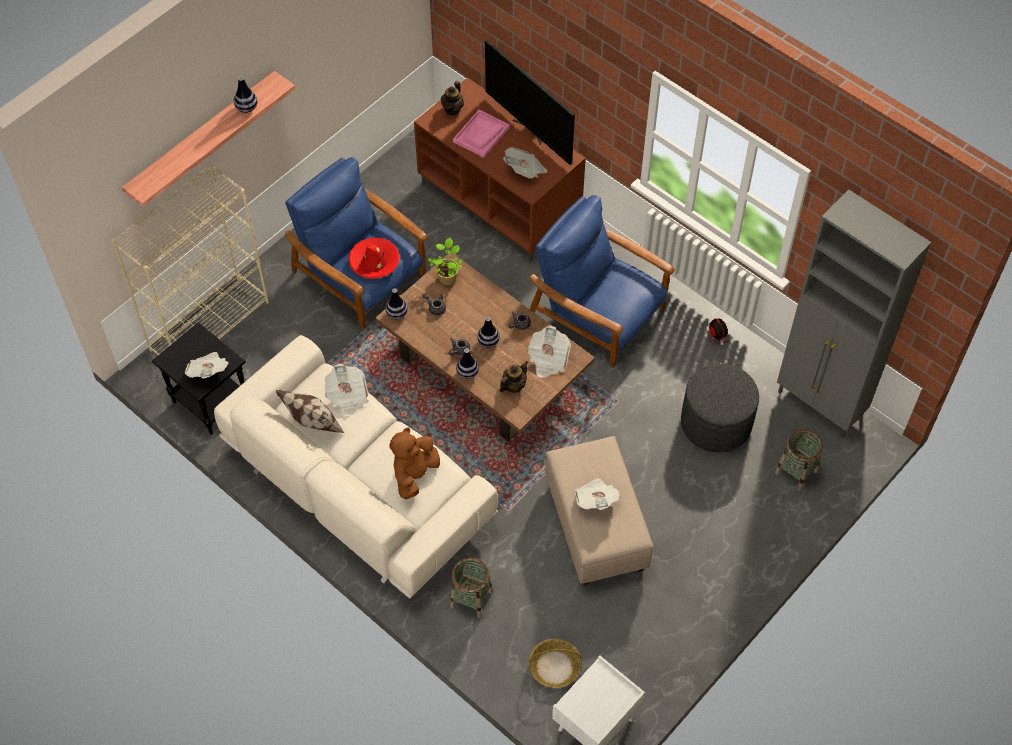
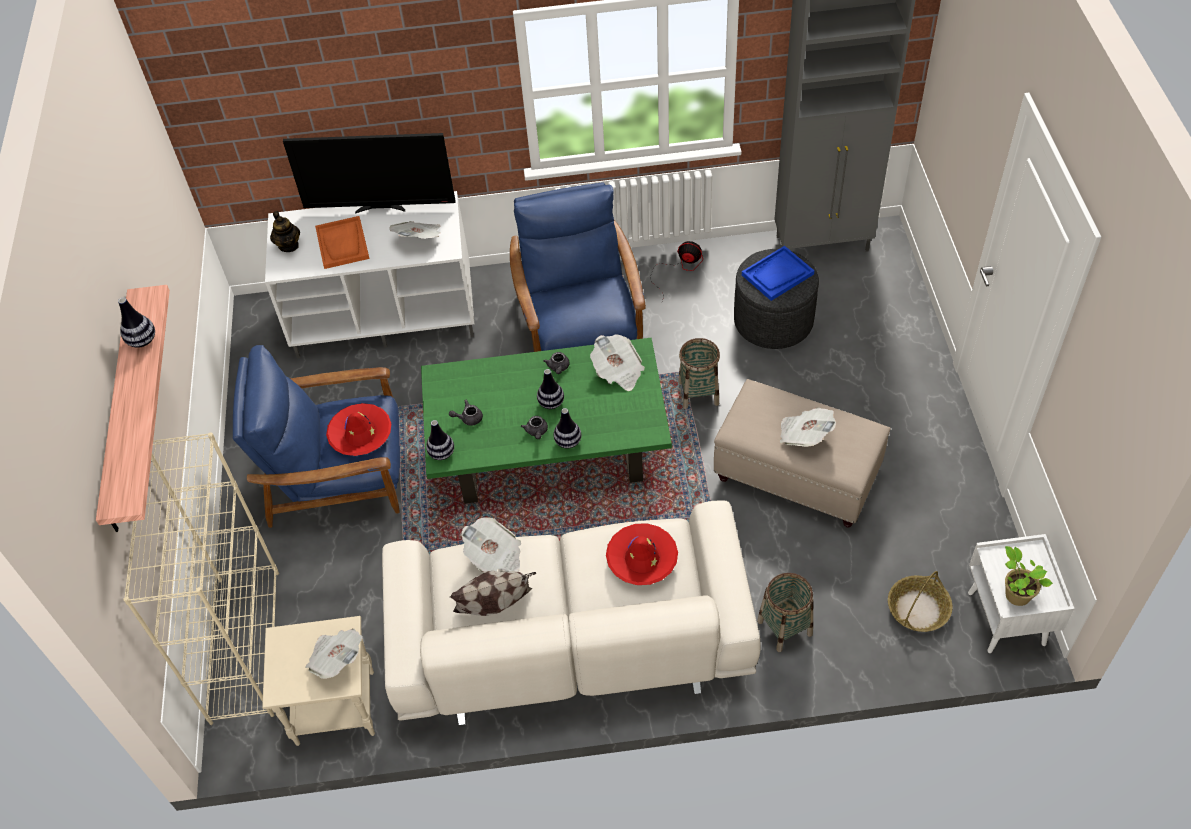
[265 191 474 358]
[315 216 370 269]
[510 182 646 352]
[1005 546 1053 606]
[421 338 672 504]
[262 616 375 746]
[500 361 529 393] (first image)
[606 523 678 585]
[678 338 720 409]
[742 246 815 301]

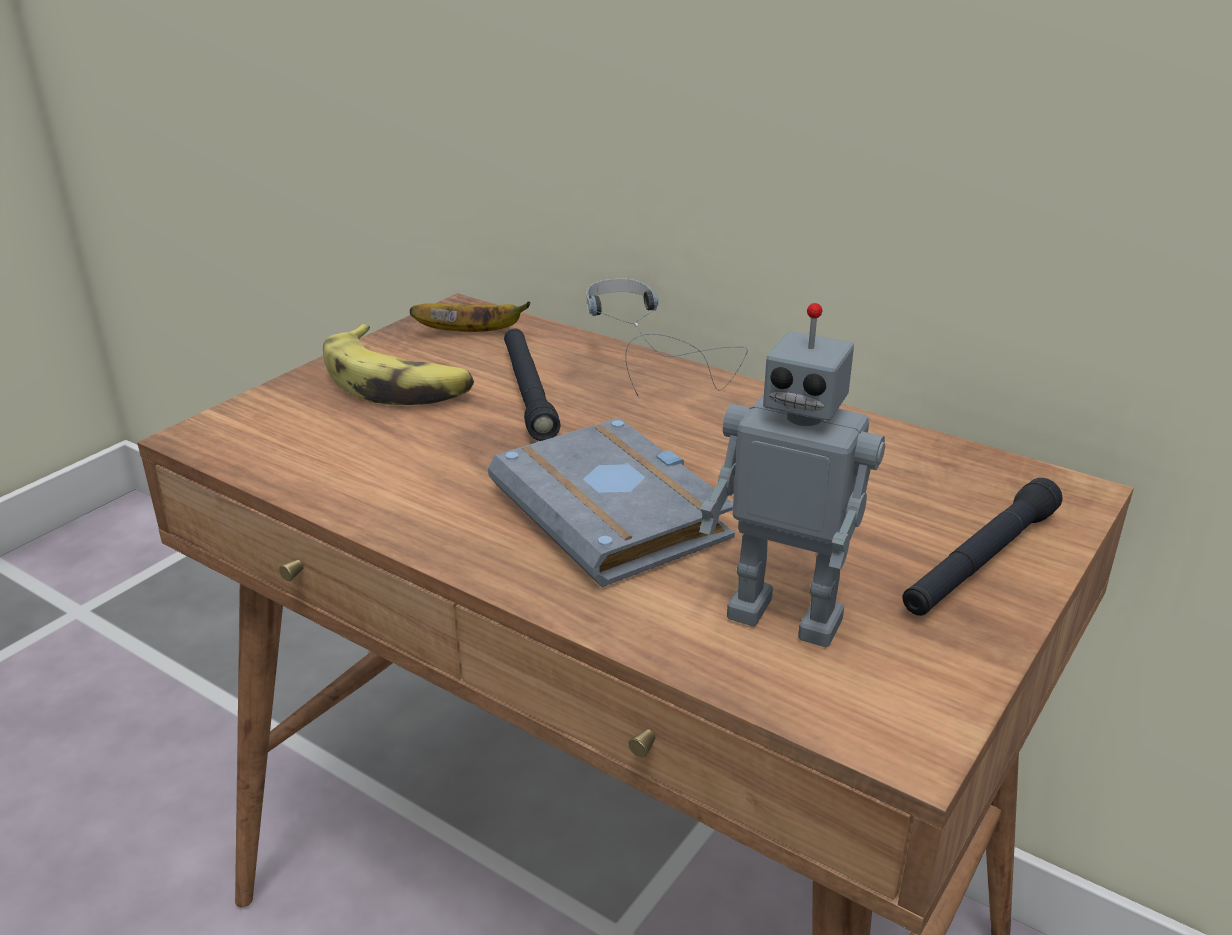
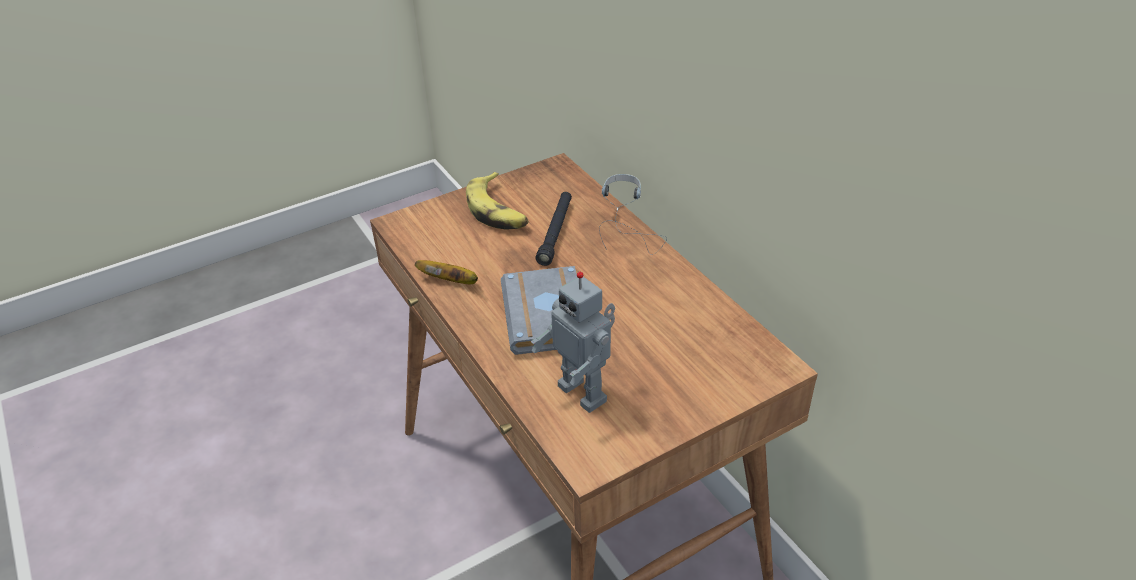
[415 260 478 284]
[903 478 1063 616] (first image)

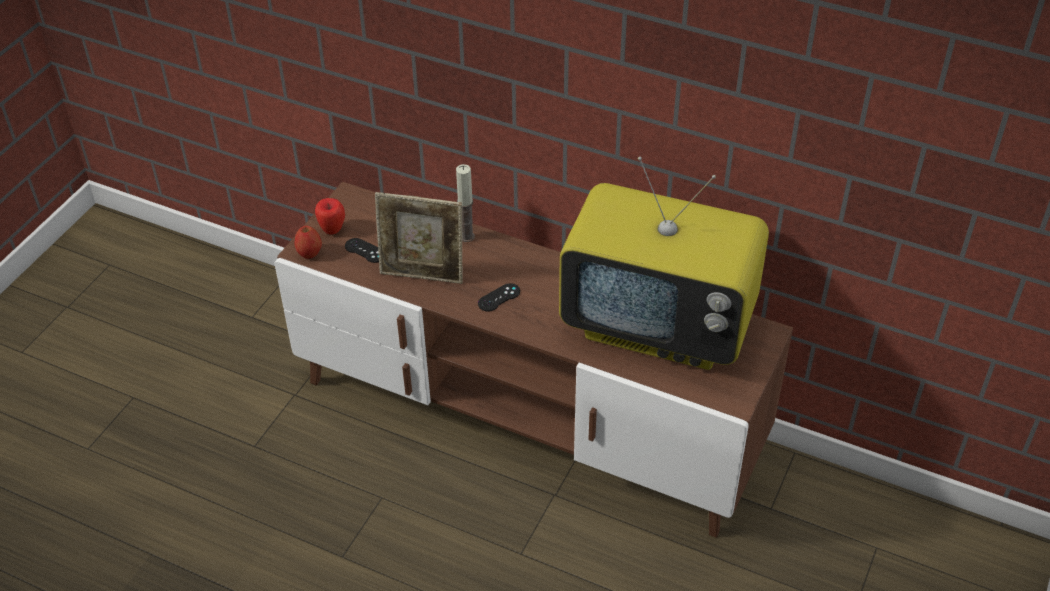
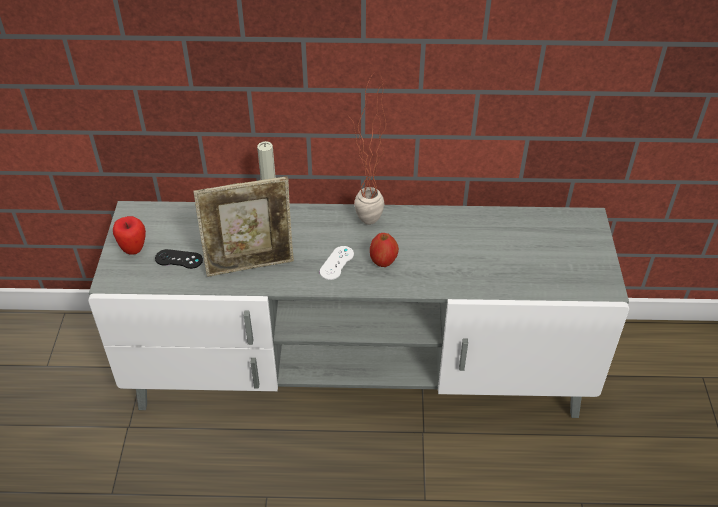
[559 157 769 370] (first image)
[88 201 629 418]
[370 233 399 267]
[320 246 354 280]
[348 73 386 225]

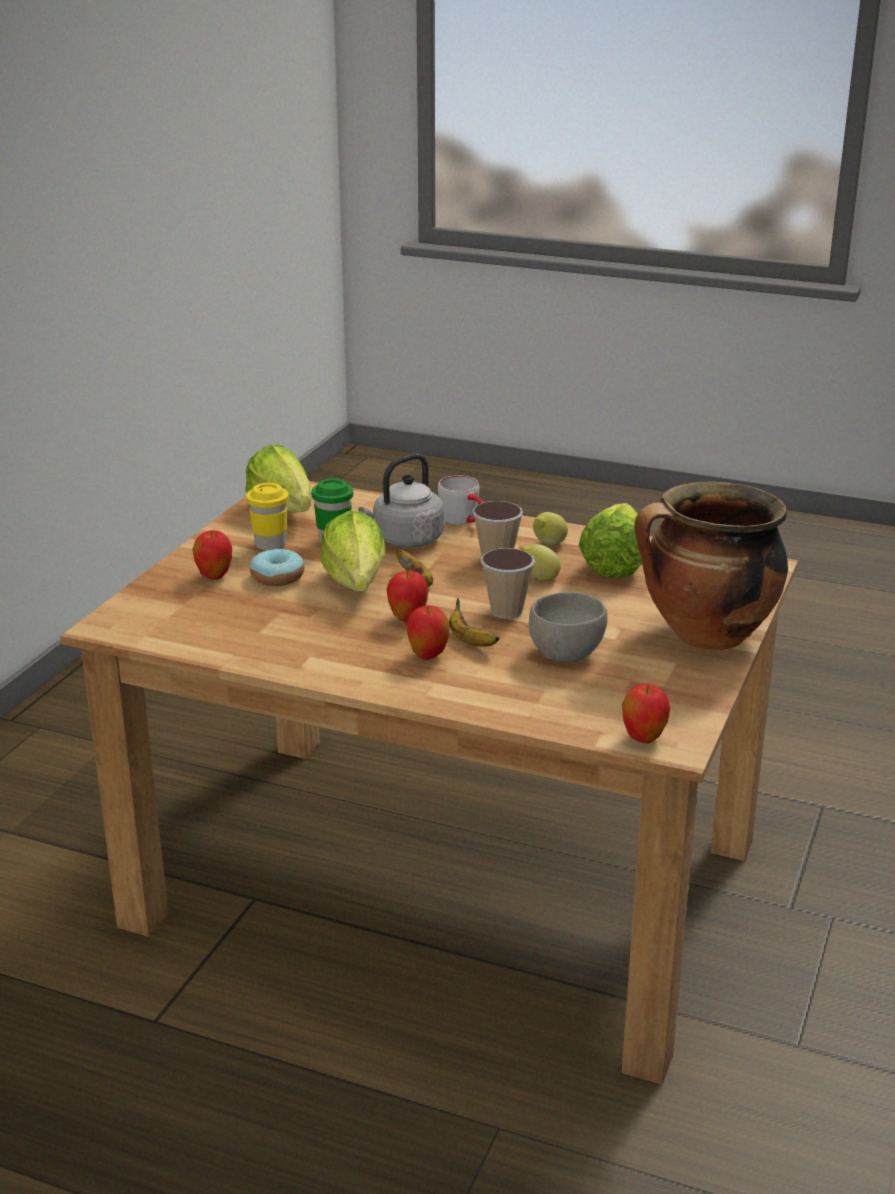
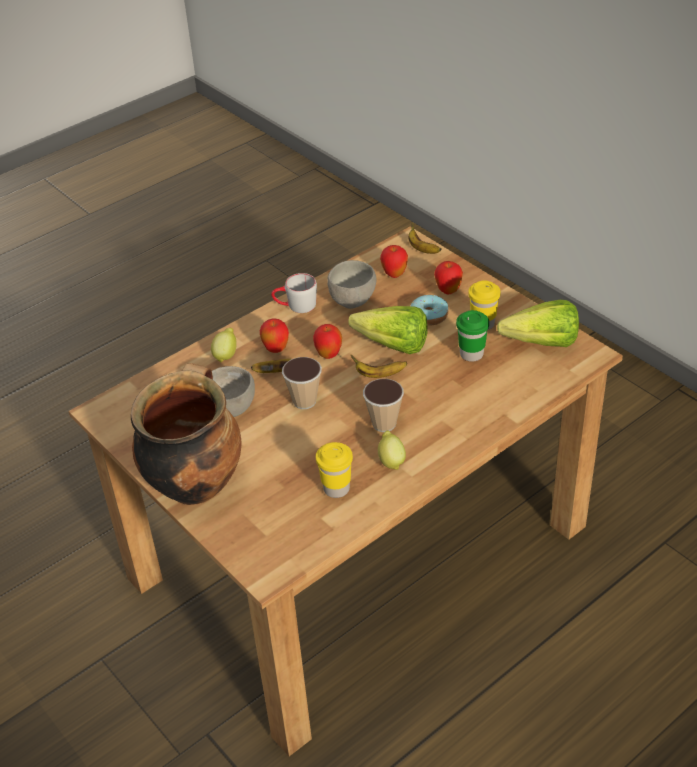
[358 453 445 548] (first image)
[271 273 317 313]
[316 442 353 498]
[211 328 237 363]
[380 245 408 278]
[408 222 442 254]
[327 260 376 309]

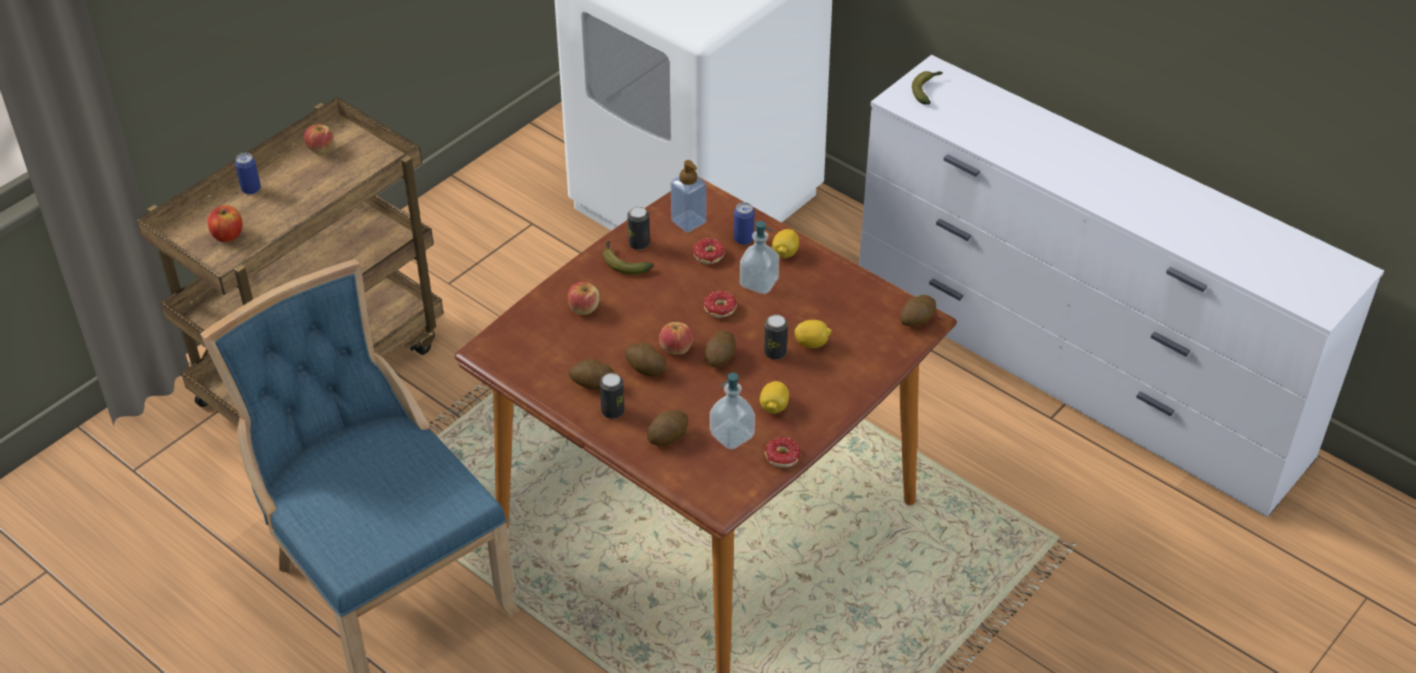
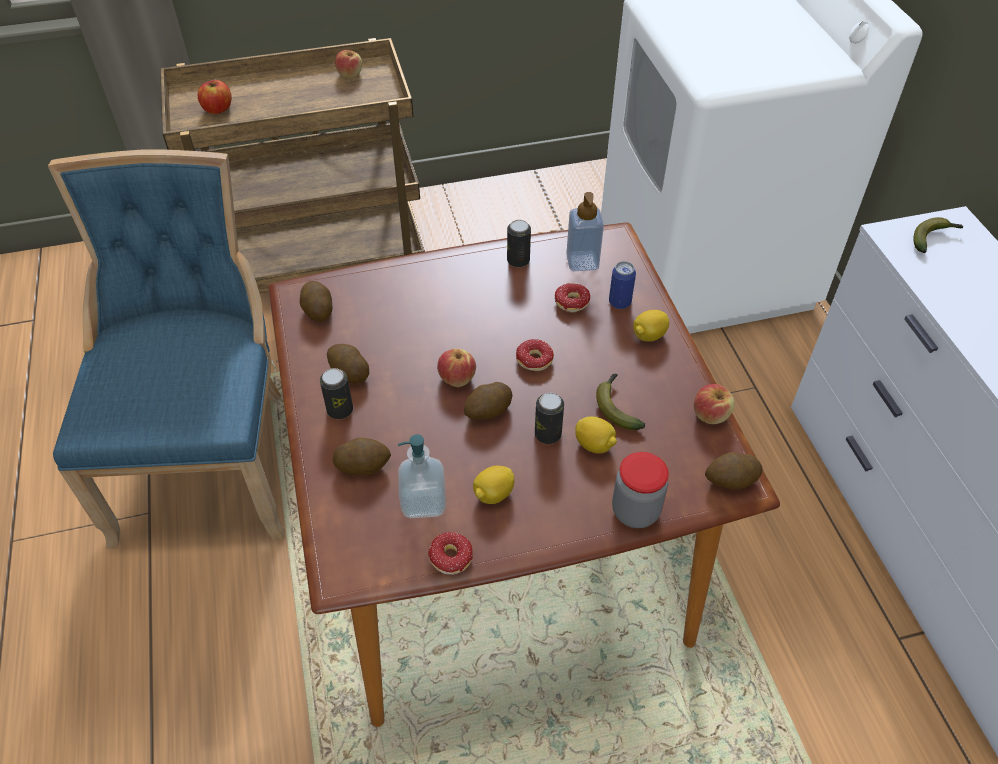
[235 153 261 195] (first image)
[740 221 780 294] (first image)
[596 374 645 430]
[694 384 735 424]
[300 281 332 322]
[612 452 669 528]

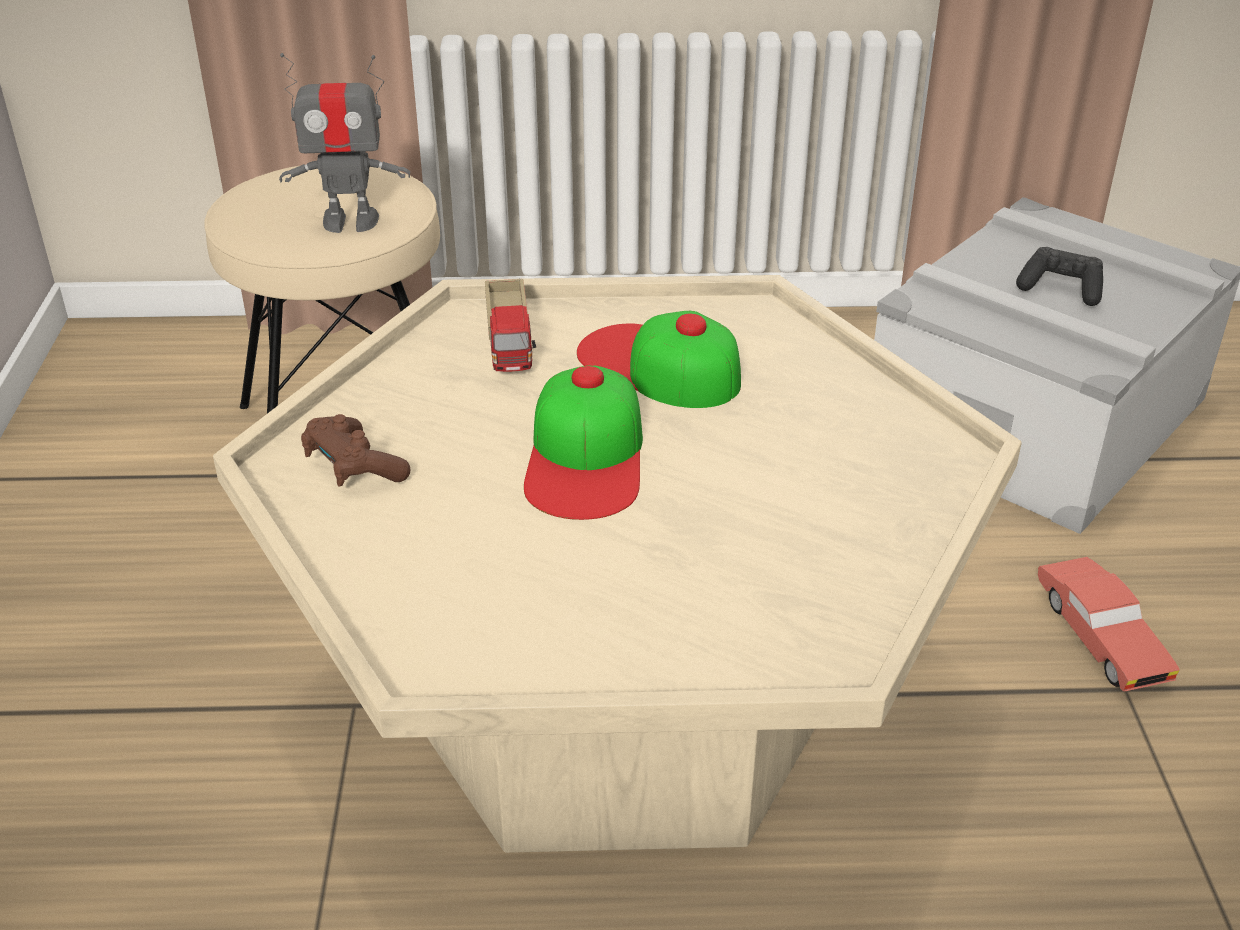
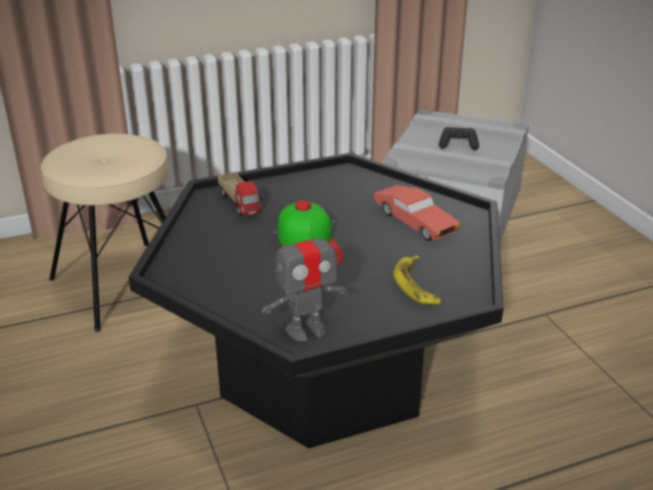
[262 220 347 341]
[129 153 504 448]
[577 311 741 408] (first image)
[301 414 410 487] (first image)
[374 185 460 241]
[393 255 441 305]

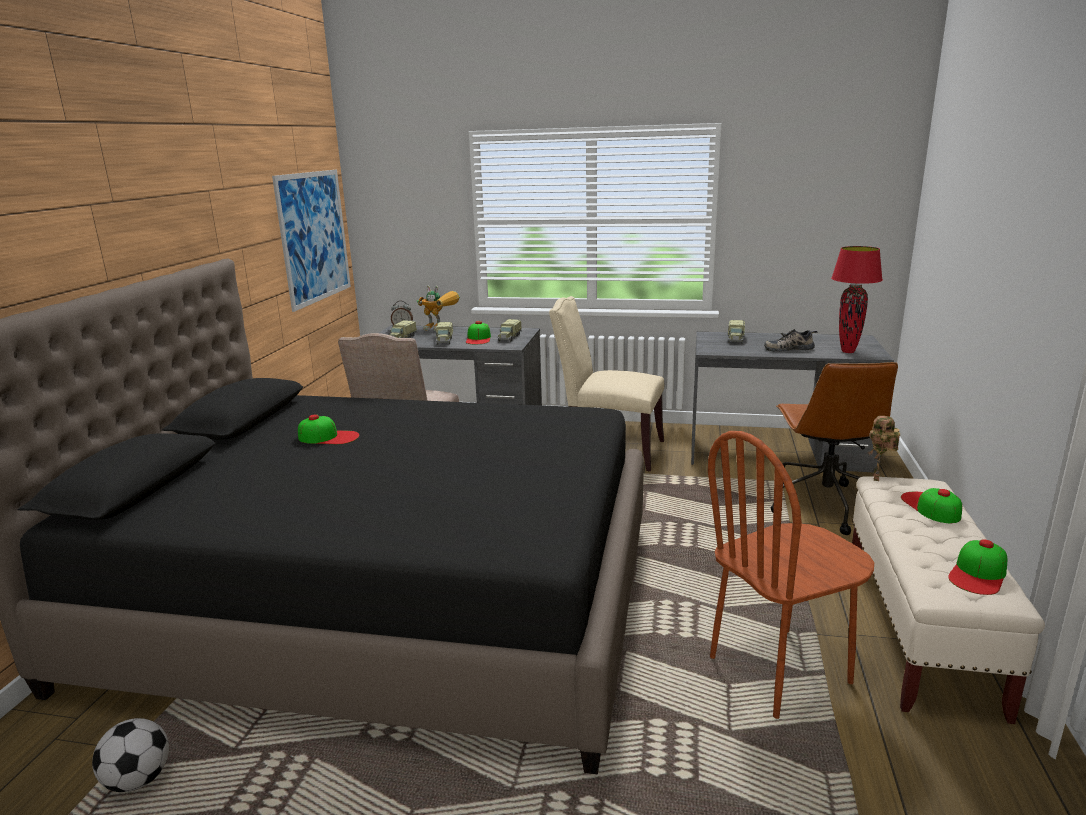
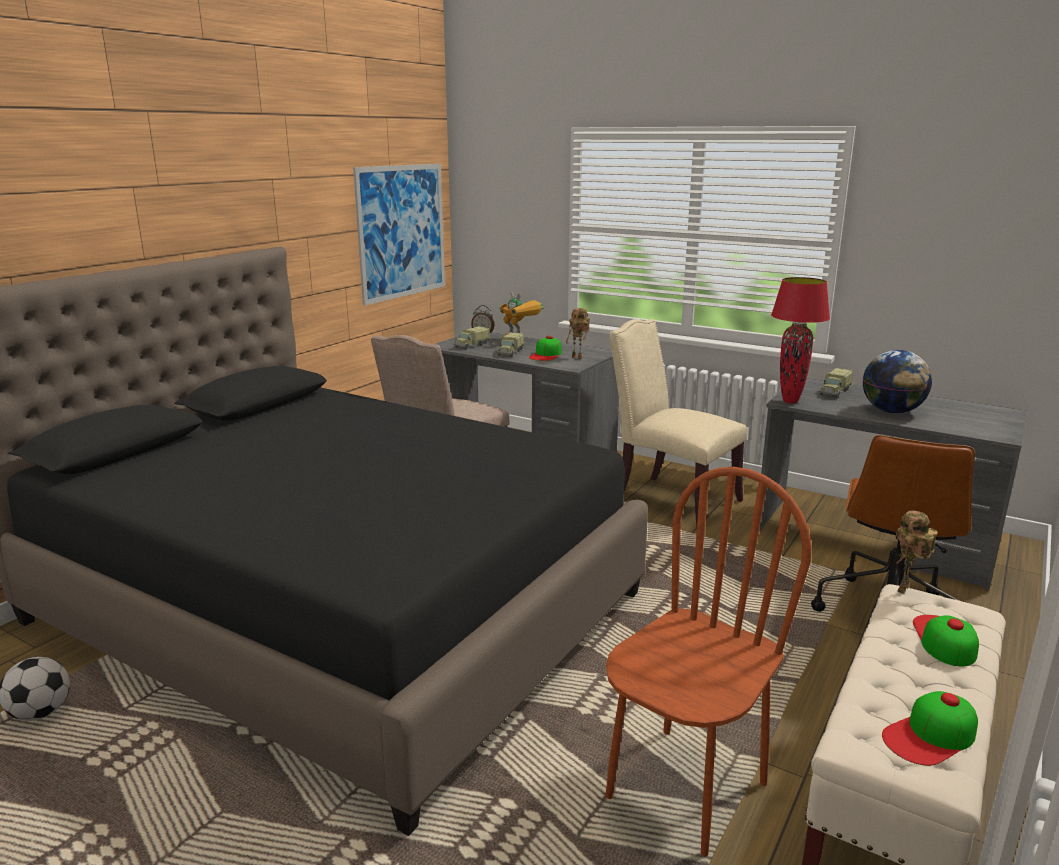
[771 277 830 404]
[566 308 590 359]
[863 350 932 413]
[298 414 359 444] (first image)
[605 467 812 856]

